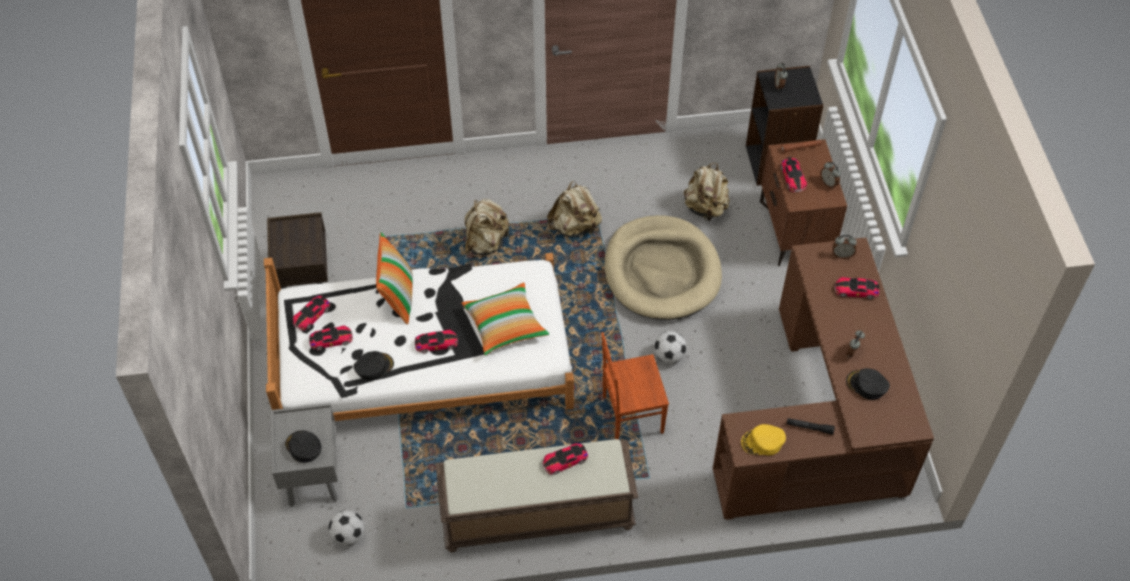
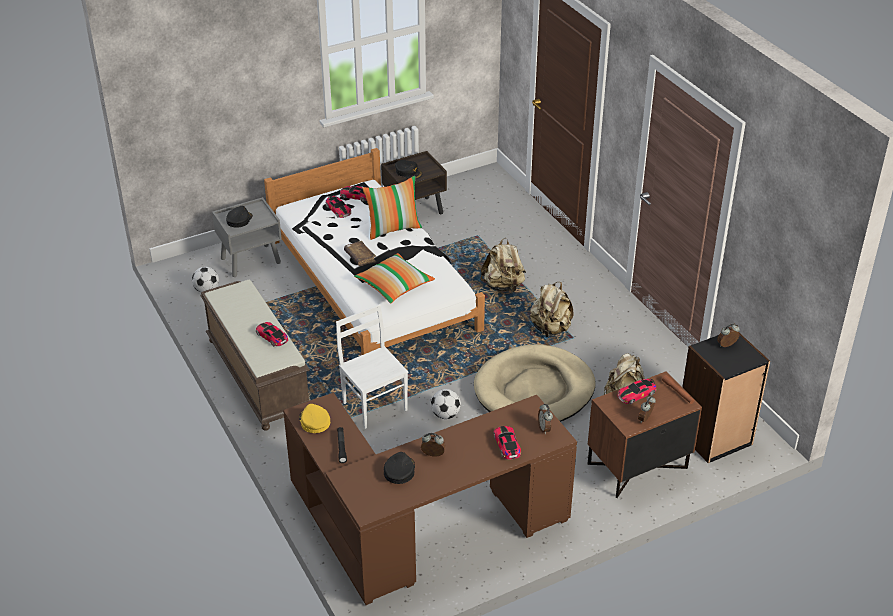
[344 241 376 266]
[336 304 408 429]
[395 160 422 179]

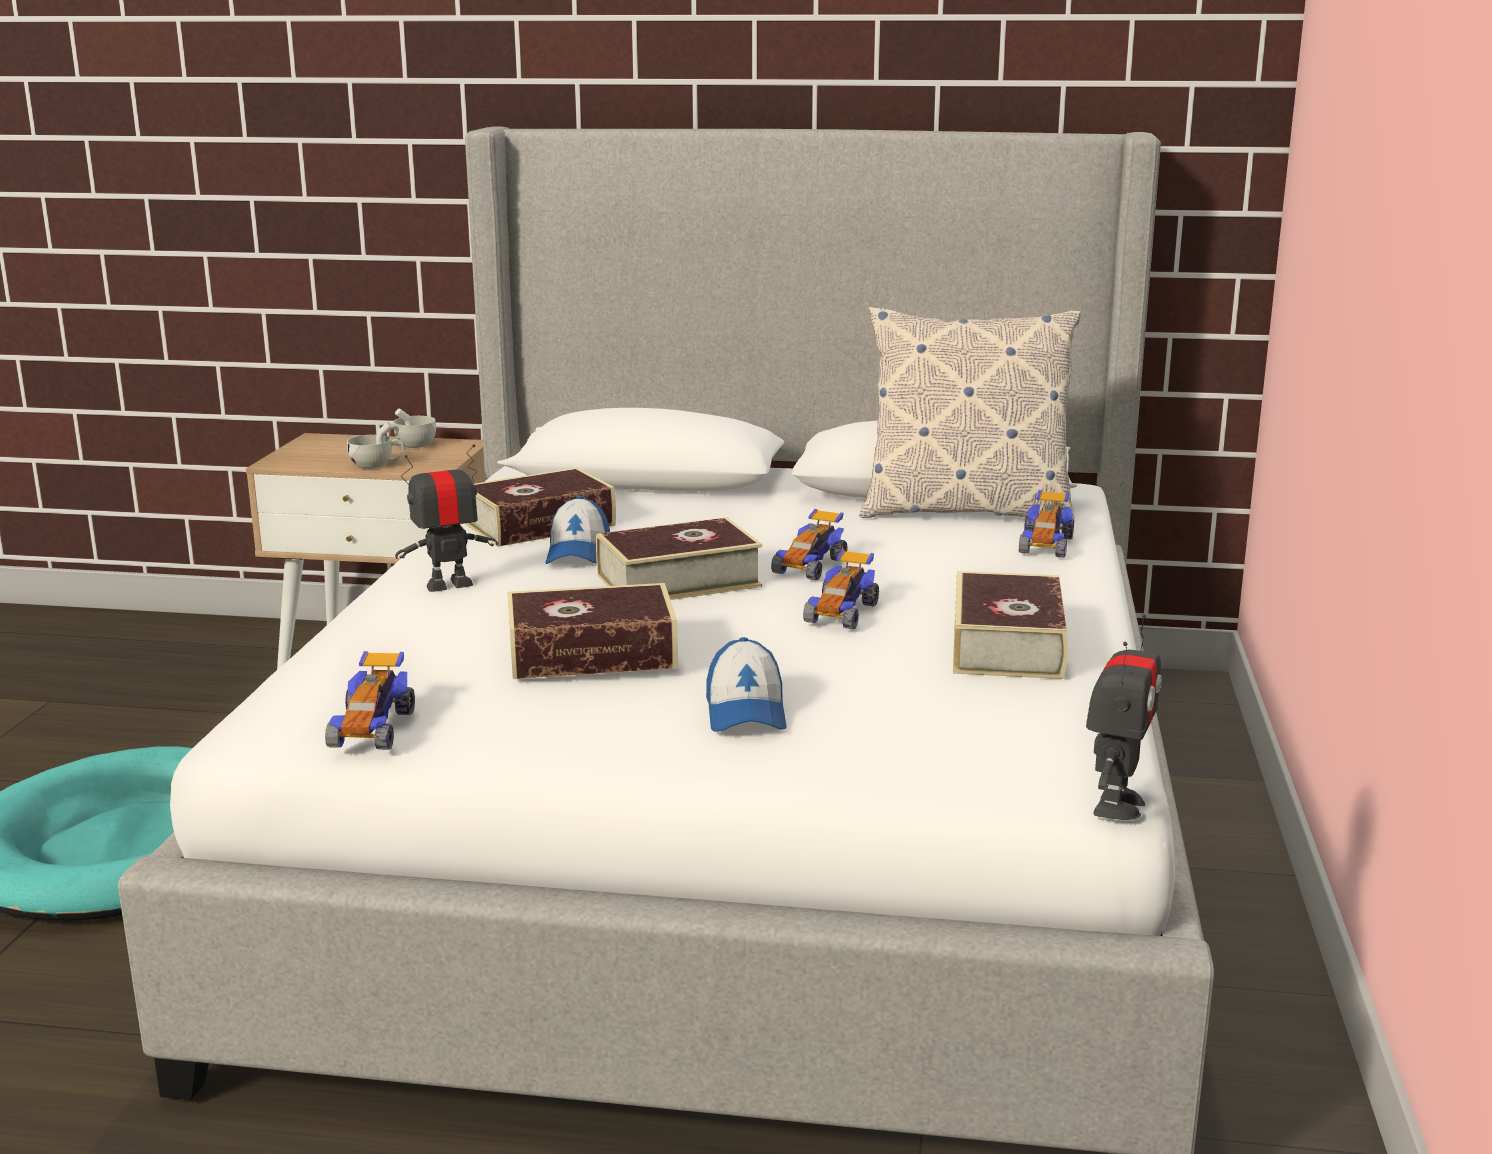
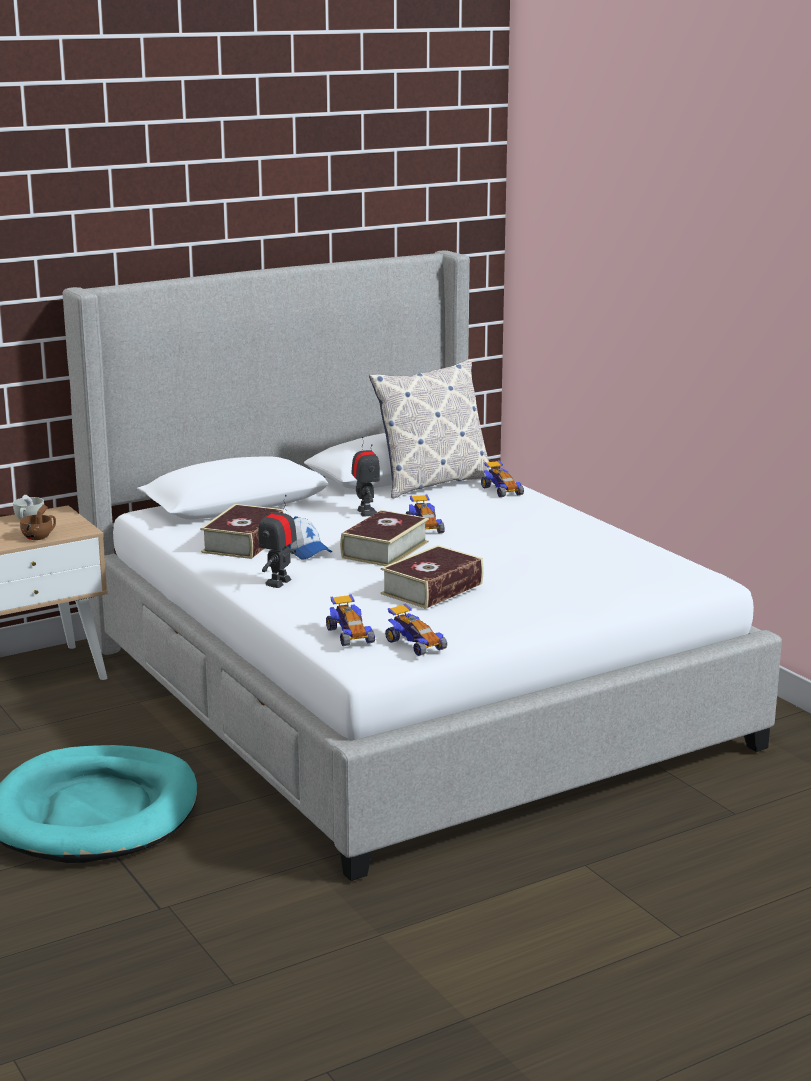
[20 504 56 540]
[326 594 375 646]
[953 571 1068 679] (first image)
[351 436 380 517]
[706 637 786 732] (first image)

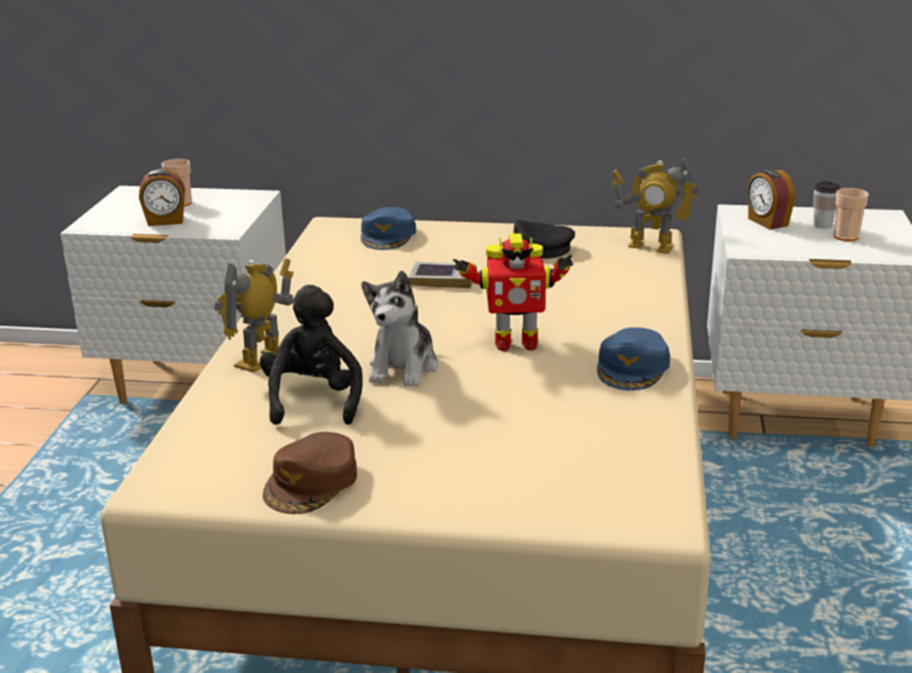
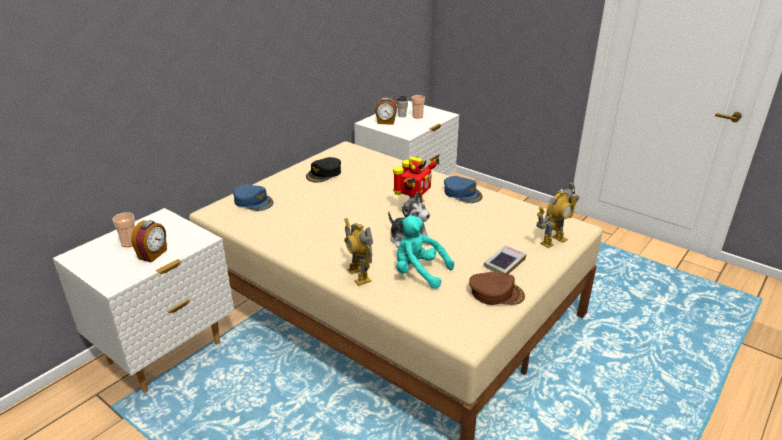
[536 182 579 248]
[483 246 526 274]
[396 215 454 288]
[469 272 525 305]

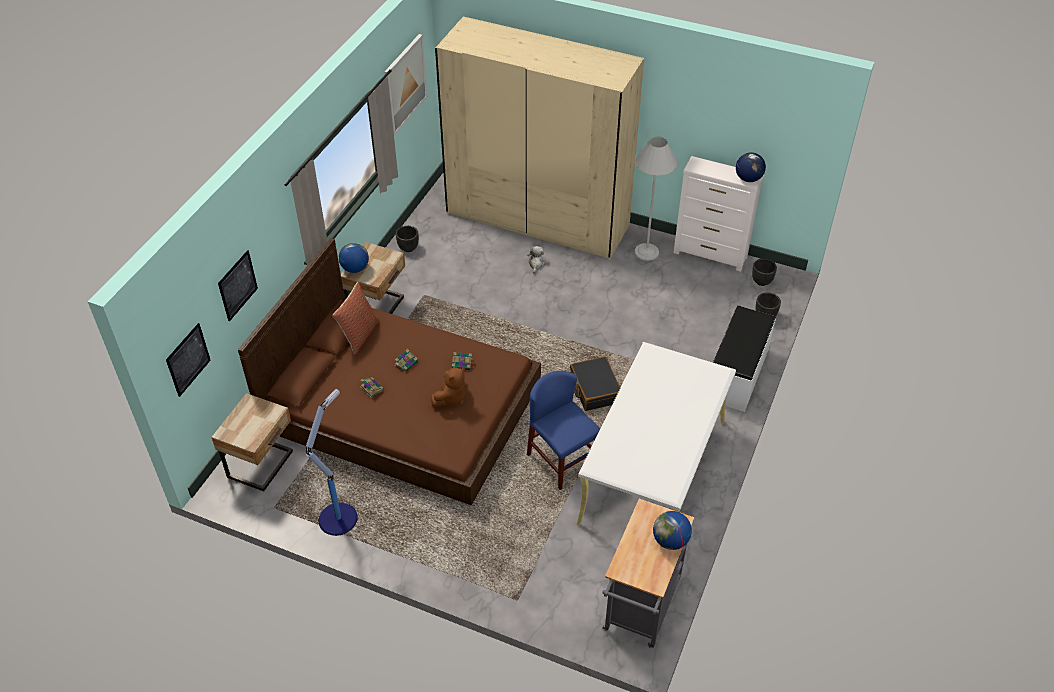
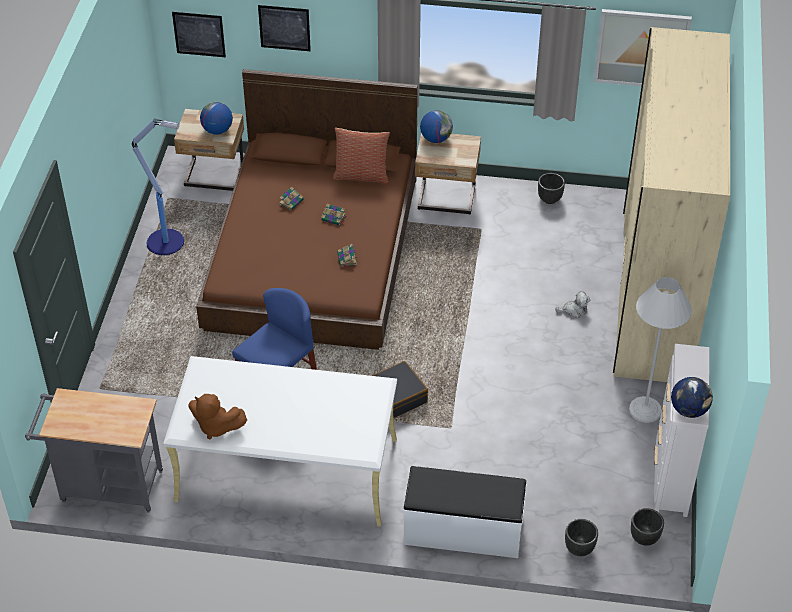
[188 394 247 439]
[200 102 233 134]

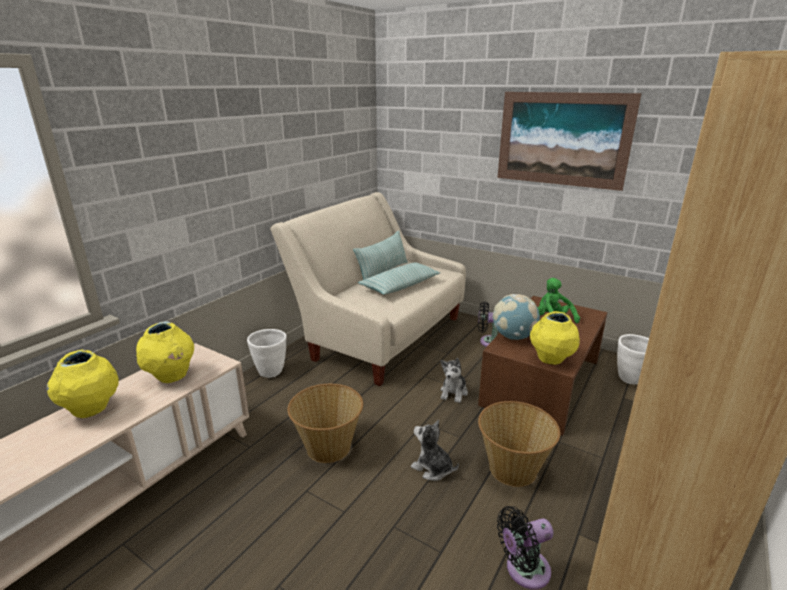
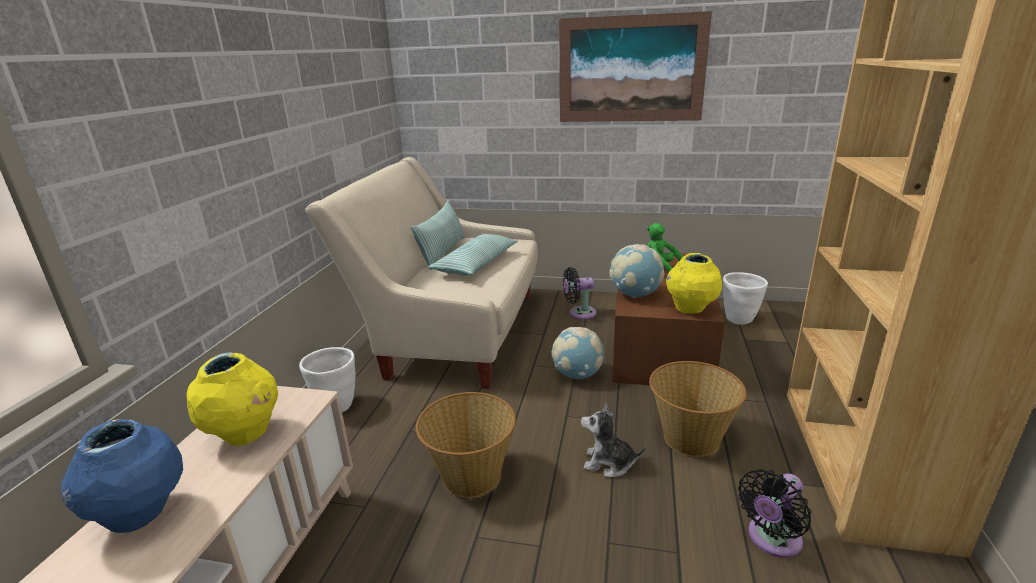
[61 419 183 533]
[552 327 604 379]

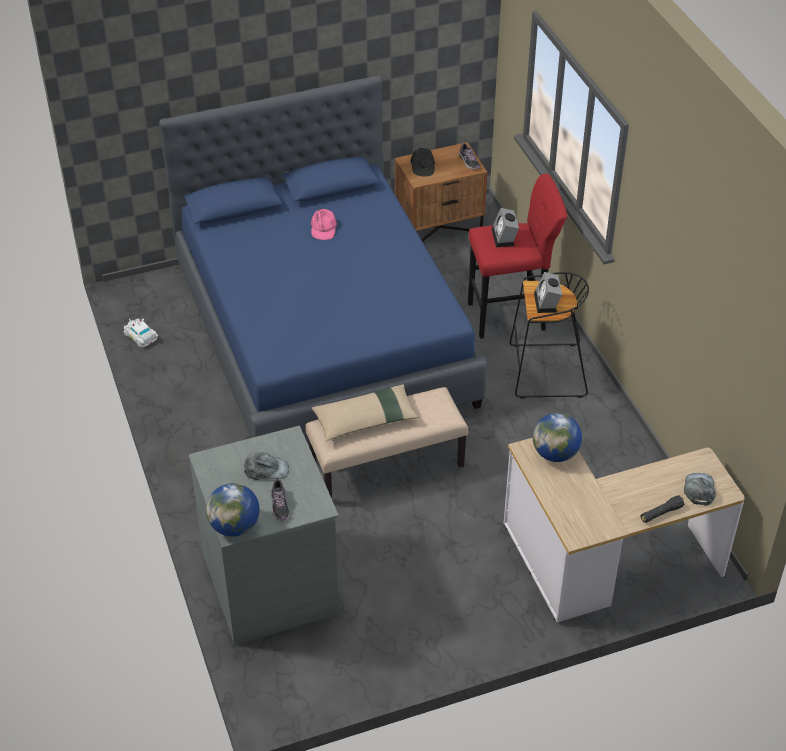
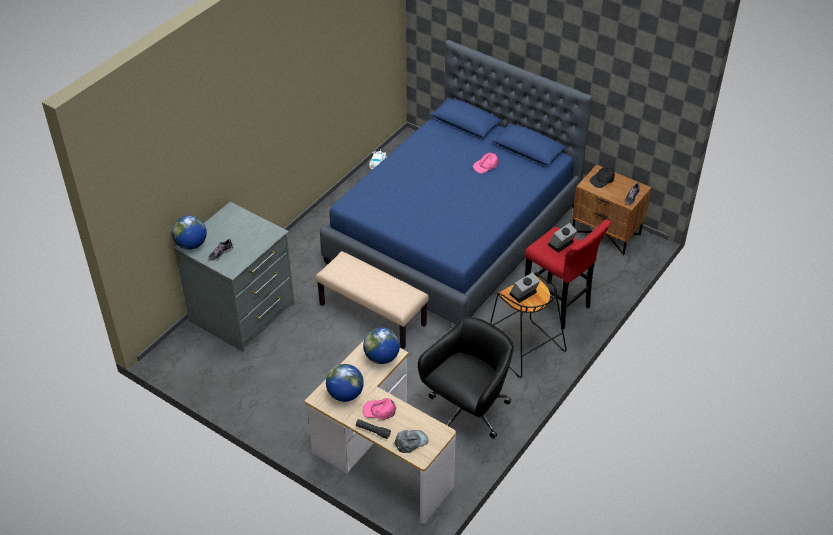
[311 384 419 441] (first image)
[244 451 289 480] (first image)
[418 317 514 439]
[326 364 364 402]
[363 398 396 420]

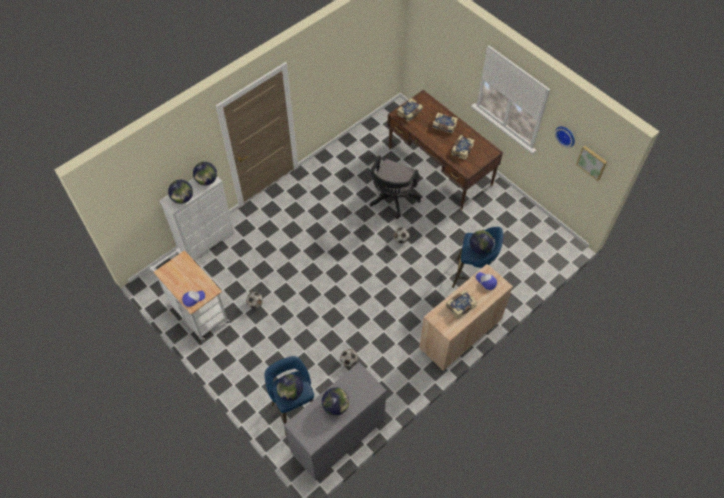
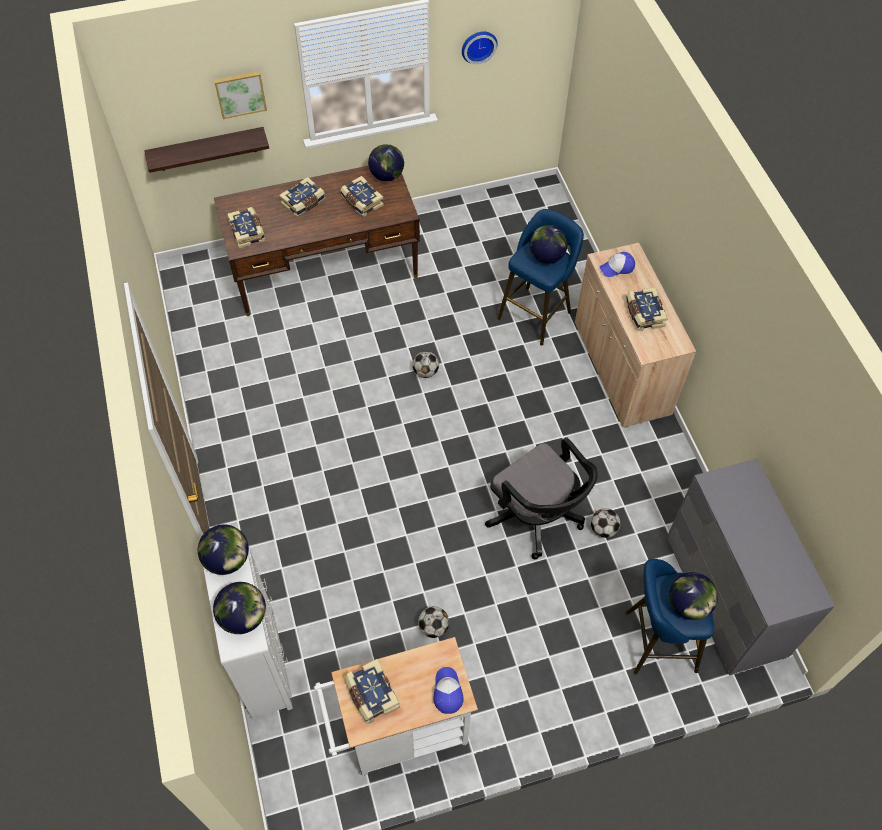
[214 71 267 119]
[485 437 597 560]
[368 144 404 181]
[144 127 269 173]
[345 659 400 723]

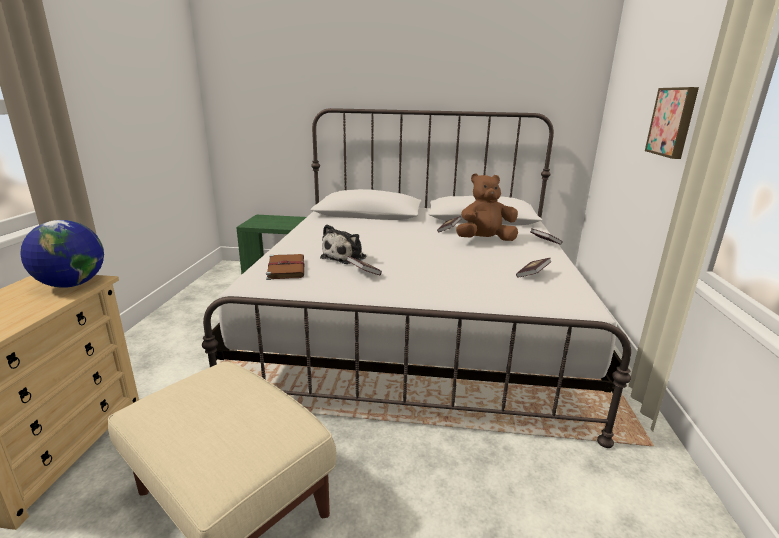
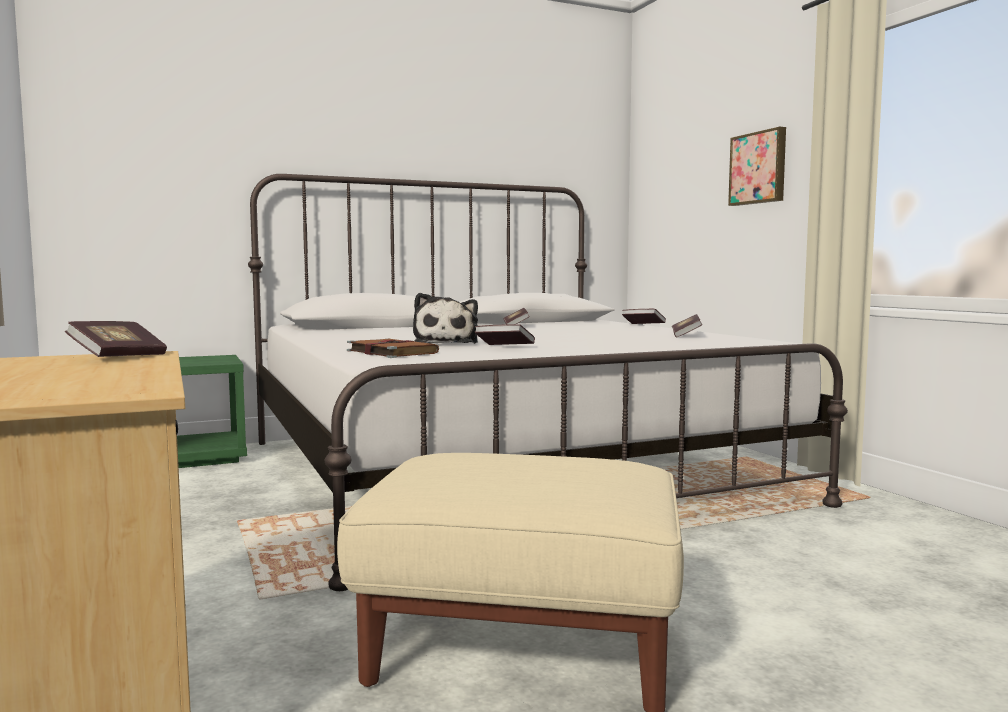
[456 173 518 241] (first image)
[65 321 167 357]

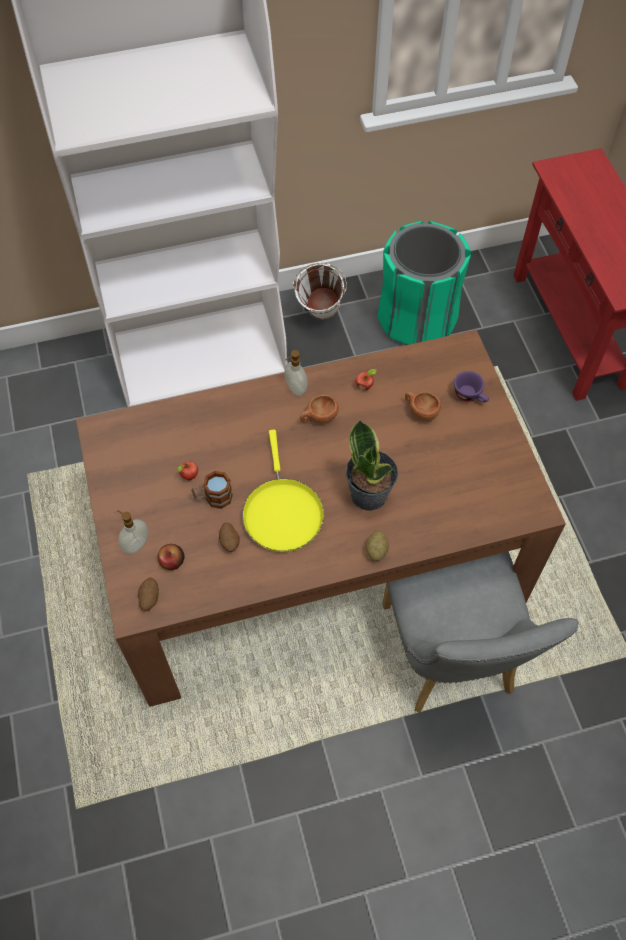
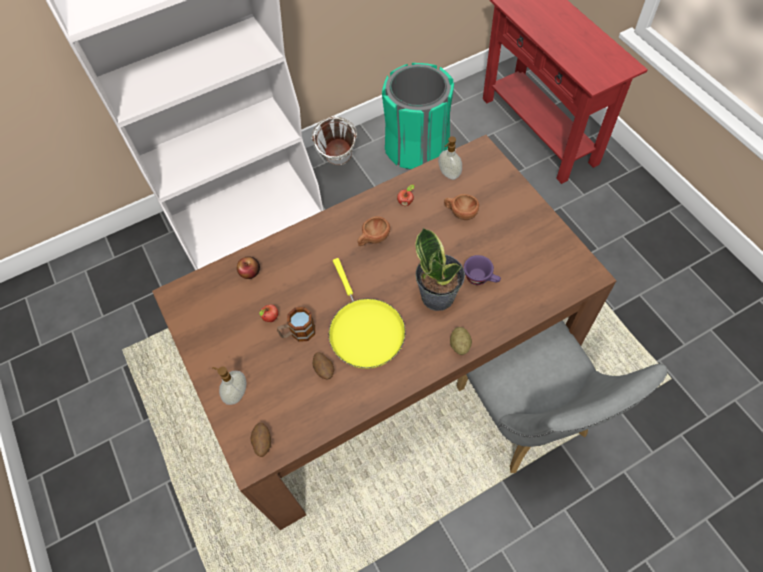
[438 136 462 180]
[464 255 501 285]
[237 256 260 279]

